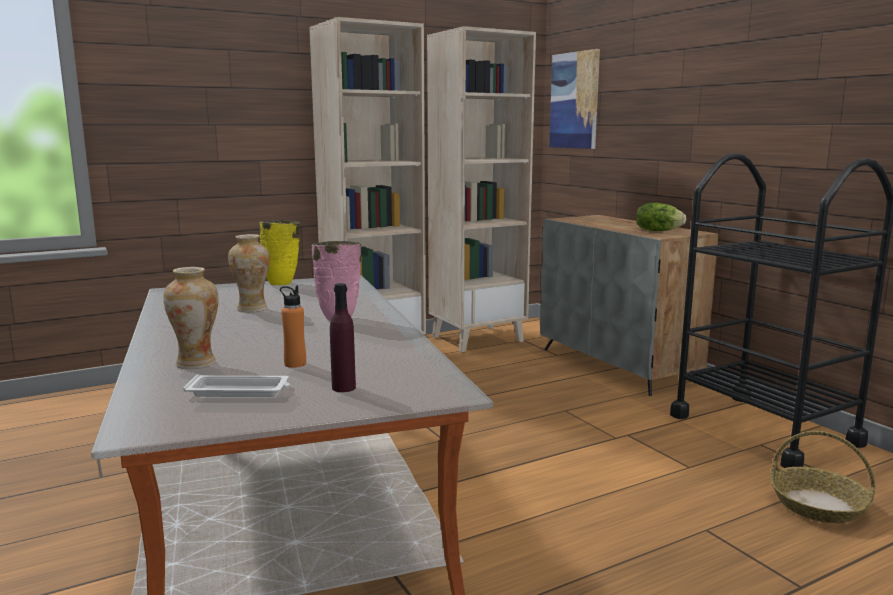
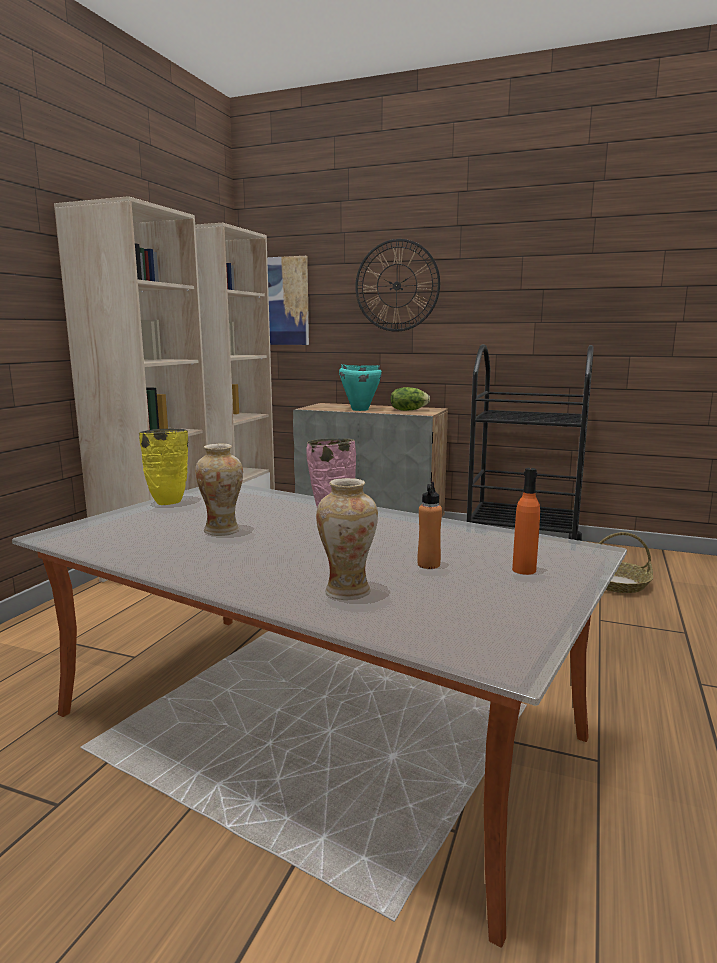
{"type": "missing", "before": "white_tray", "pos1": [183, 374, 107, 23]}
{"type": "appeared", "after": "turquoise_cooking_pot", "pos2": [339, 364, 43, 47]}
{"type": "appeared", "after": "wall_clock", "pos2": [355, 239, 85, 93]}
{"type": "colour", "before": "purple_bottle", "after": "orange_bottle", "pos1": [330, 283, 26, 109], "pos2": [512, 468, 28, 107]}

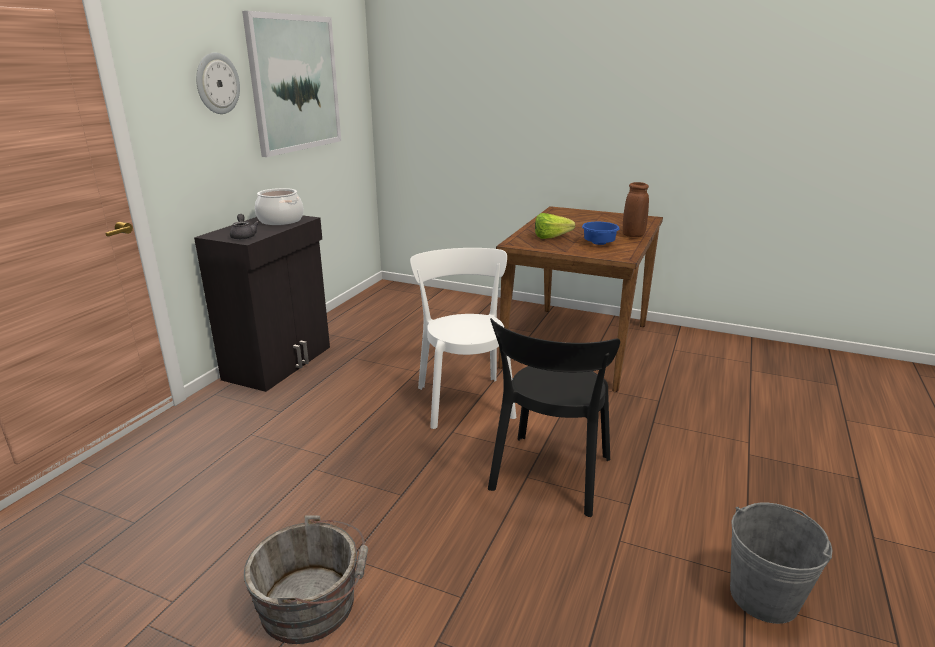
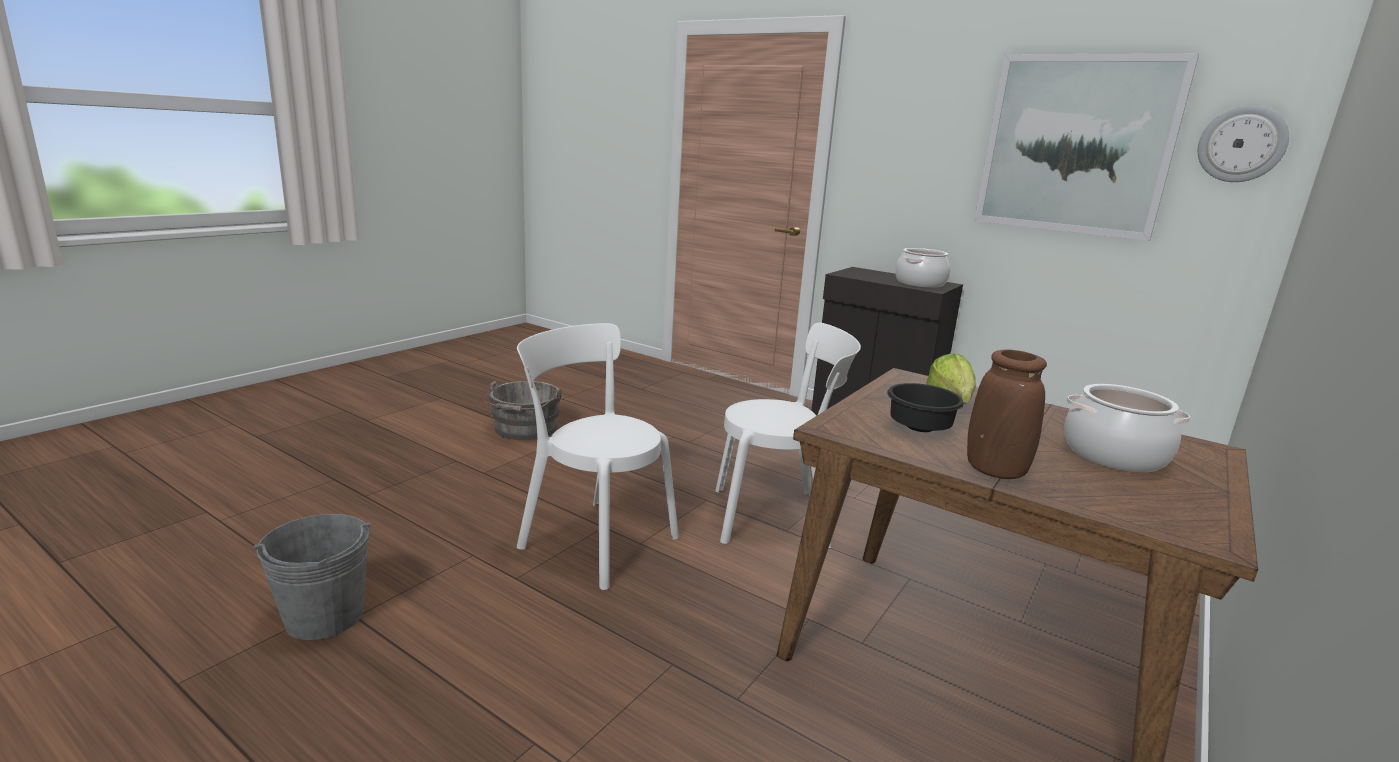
{"type": "missing", "before": "grey_teapot", "pos1": [230, 214, 29, 26]}
{"type": "appeared", "after": "cooking_pot", "pos2": [1064, 384, 126, 88]}
{"type": "relocated", "before": "wall_clock", "pos1": [196, 52, 44, 62], "pos2": [1198, 105, 91, 77]}
{"type": "colour", "before": "black_chair", "after": "white_chair", "pos1": [488, 318, 132, 199], "pos2": [517, 323, 162, 267]}
{"type": "colour", "before": "blue_bowl", "after": "black_bowl", "pos1": [582, 222, 38, 23], "pos2": [887, 383, 77, 49]}

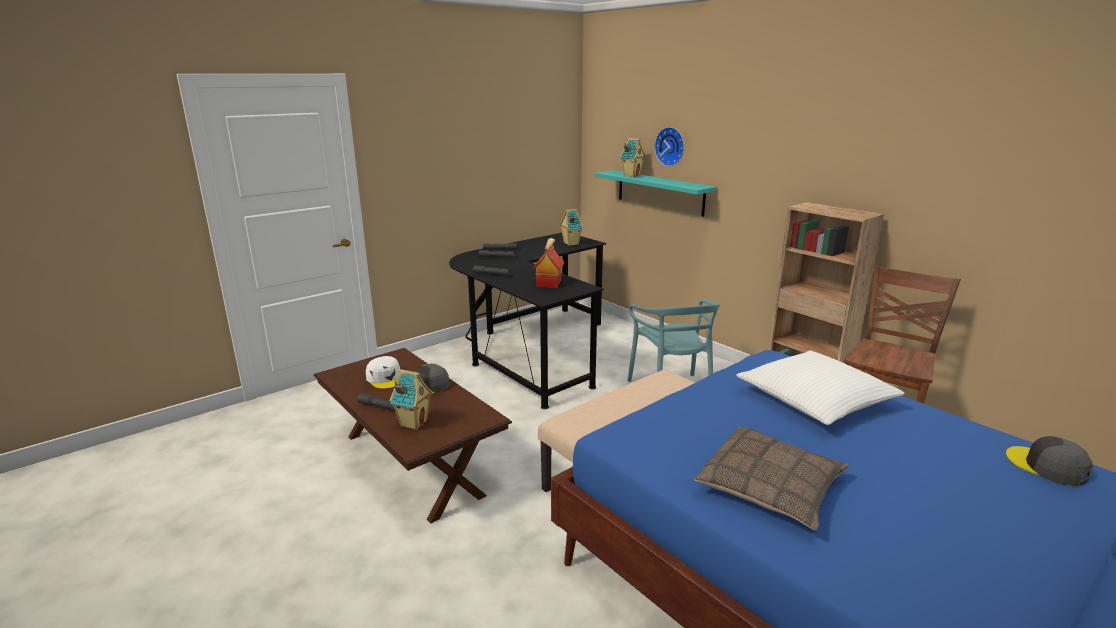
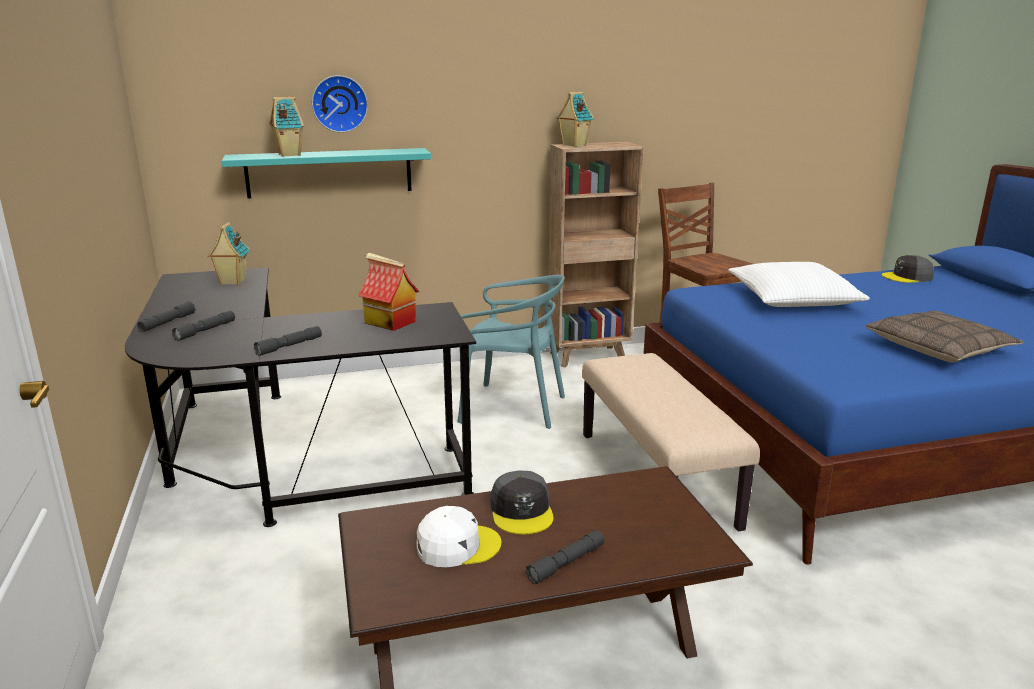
{"type": "relocated", "before": "toy_house", "pos1": [389, 369, 44, 61], "pos2": [556, 91, 38, 56]}

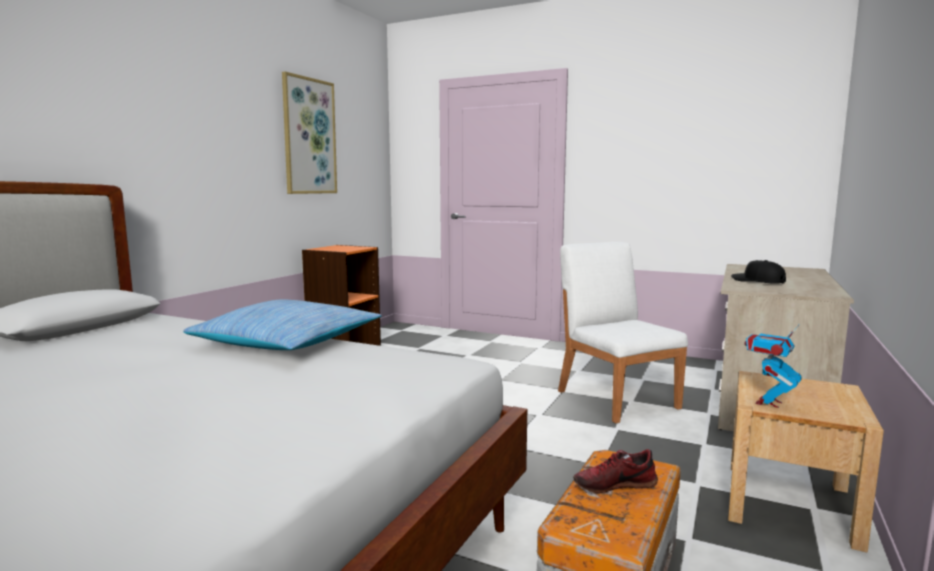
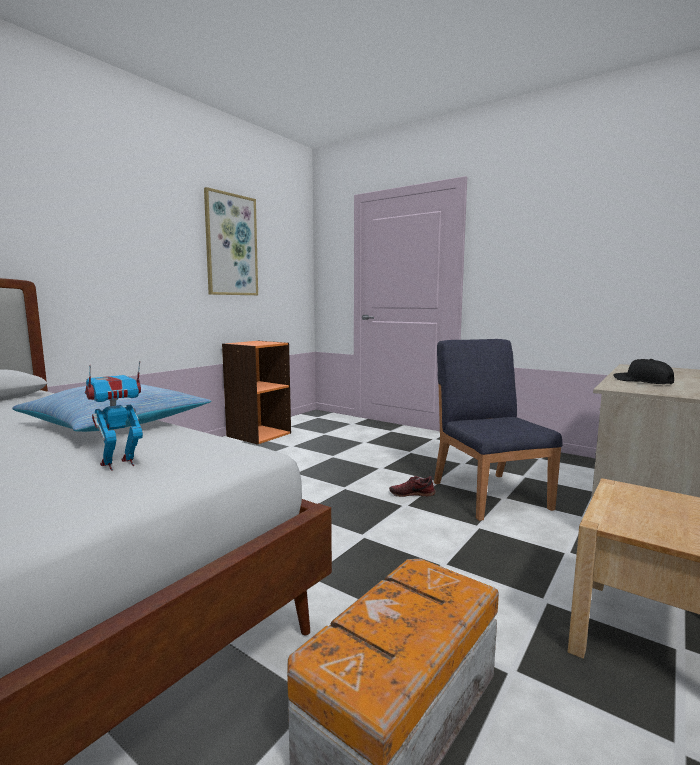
{"type": "relocated", "before": "shoe", "pos1": [573, 449, 85, 45], "pos2": [389, 476, 47, 21]}
{"type": "relocated", "before": "toy_robot", "pos1": [745, 325, 57, 83], "pos2": [85, 361, 58, 110]}
{"type": "colour", "before": "white_chair", "after": "blue_chair", "pos1": [558, 242, 130, 181], "pos2": [434, 339, 129, 182]}

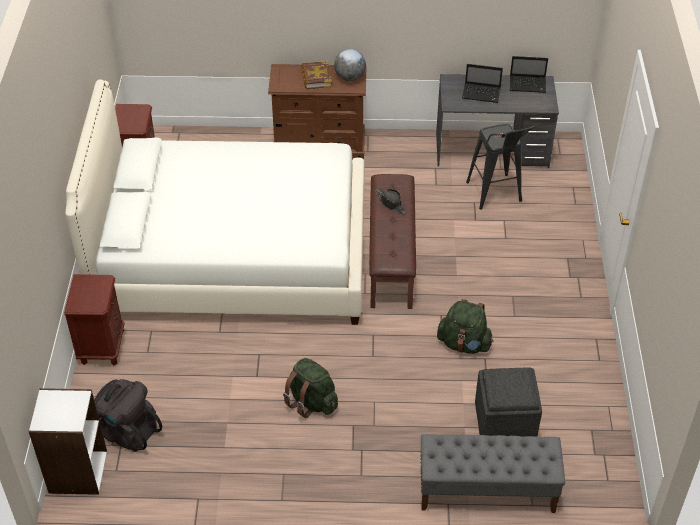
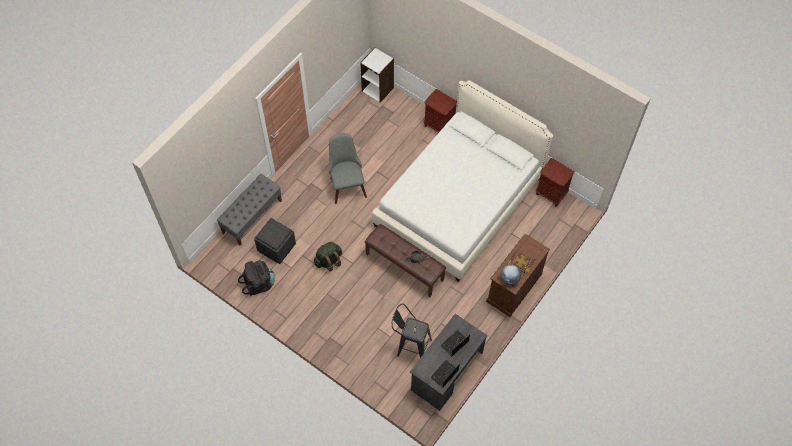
{"type": "relocated", "before": "black_backpack", "pos1": [94, 379, 68, 73], "pos2": [238, 260, 37, 36]}
{"type": "exchanged", "before": "green_backpack", "after": "grey_chair", "pos1": [283, 358, 55, 60], "pos2": [329, 133, 38, 71]}

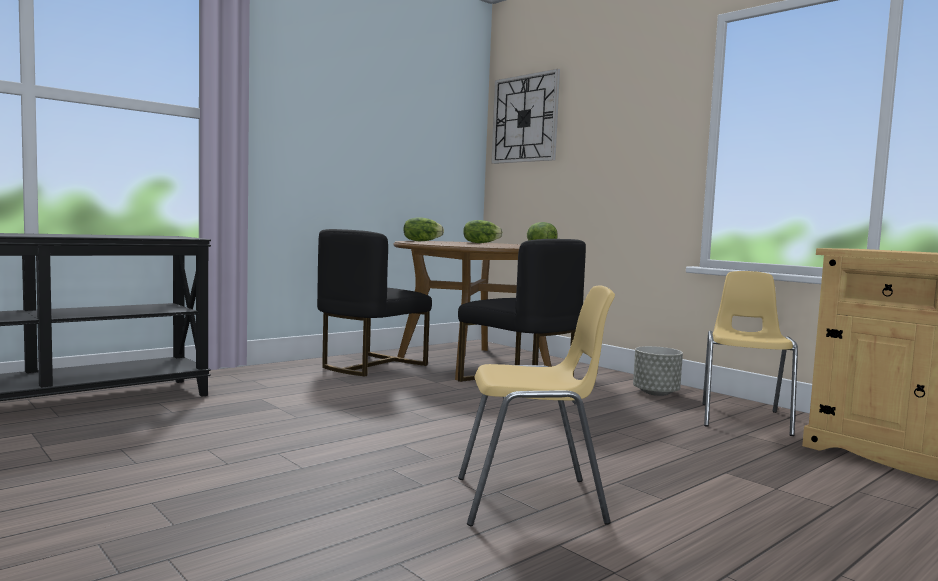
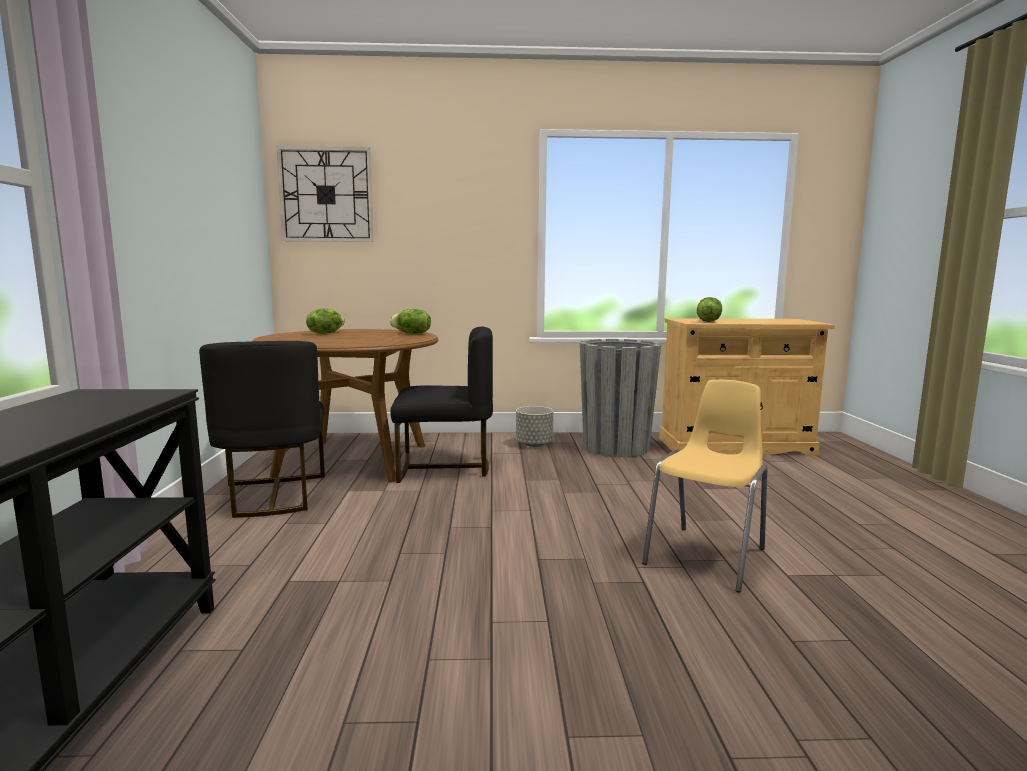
{"type": "relocated", "before": "lettuce", "pos1": [404, 217, 40, 24], "pos2": [697, 297, 25, 25]}
{"type": "exchanged", "before": "yellow_chair", "after": "grey_planter", "pos1": [702, 271, 96, 165], "pos2": [580, 339, 81, 118]}

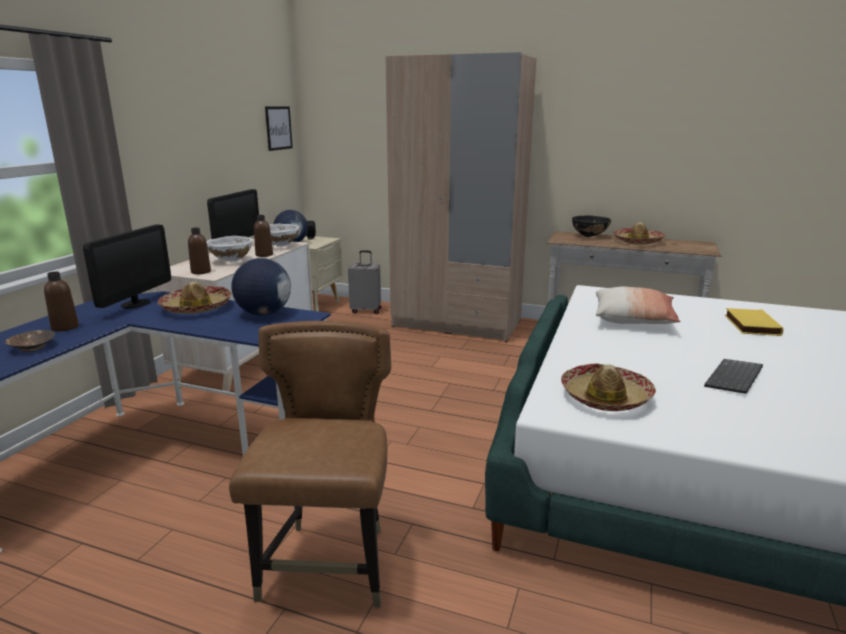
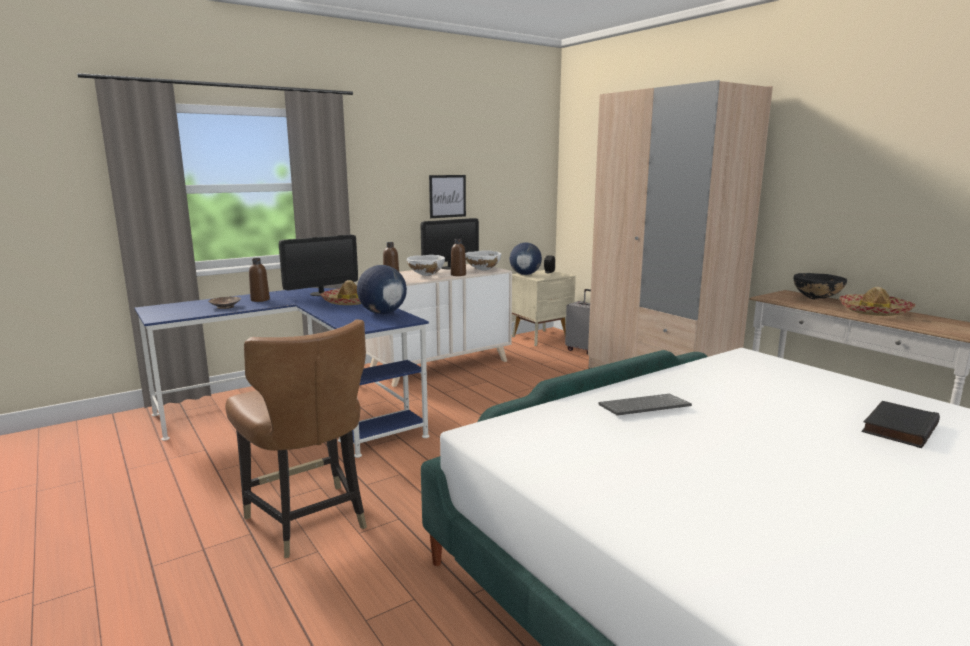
{"type": "missing", "before": "hat", "pos1": [561, 364, 95, 47]}
{"type": "missing", "before": "pillow", "pos1": [596, 287, 84, 37]}
{"type": "relocated", "before": "picture", "pos1": [265, 107, 28, 44], "pos2": [429, 175, 37, 43]}
{"type": "relocated", "before": "keyboard", "pos1": [704, 359, 59, 35], "pos2": [598, 394, 94, 22]}
{"type": "colour", "before": "yellow_book", "after": "black_book", "pos1": [725, 308, 58, 28], "pos2": [862, 401, 78, 47]}
{"type": "spun", "before": "brown_chair", "pos1": [229, 321, 162, 287], "pos2": [225, 319, 142, 239], "turn": 105}

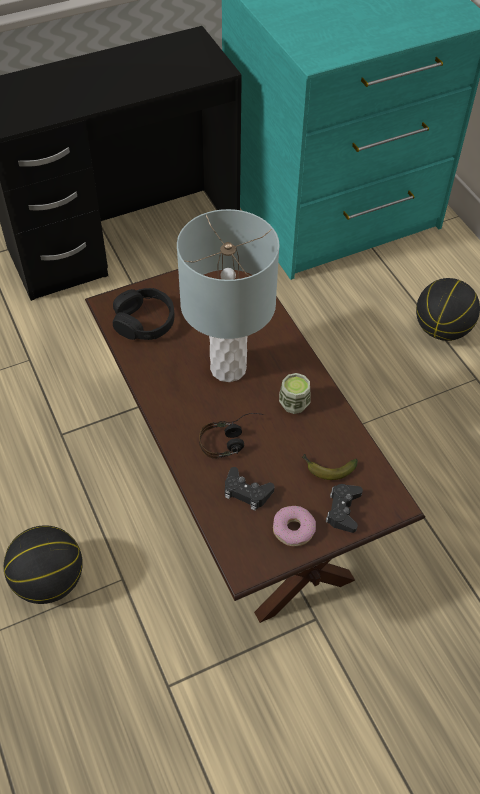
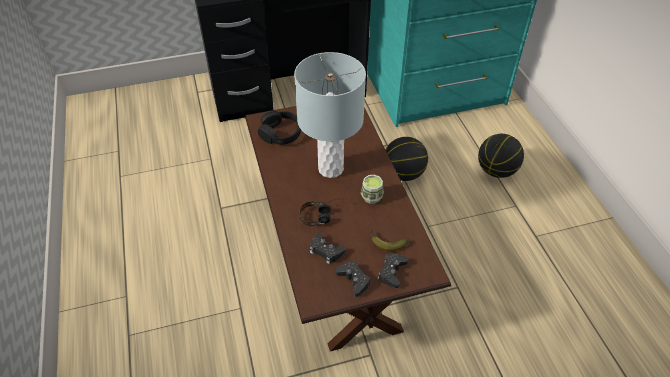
{"type": "relocated", "before": "basketball", "pos1": [4, 525, 79, 79], "pos2": [386, 137, 42, 44]}
{"type": "exchanged", "before": "donut", "after": "black_game_controller", "pos1": [273, 506, 43, 40], "pos2": [335, 261, 35, 36]}

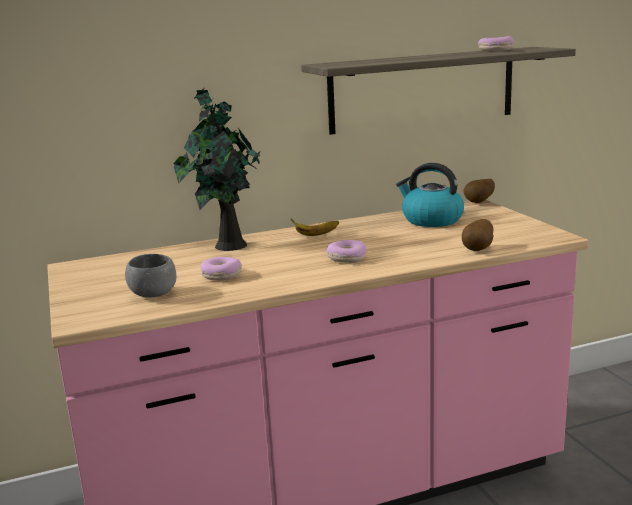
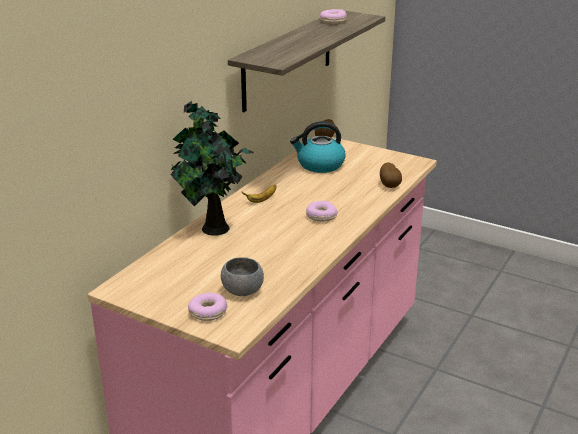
{"type": "relocated", "before": "donut", "pos1": [200, 257, 42, 24], "pos2": [188, 293, 39, 28]}

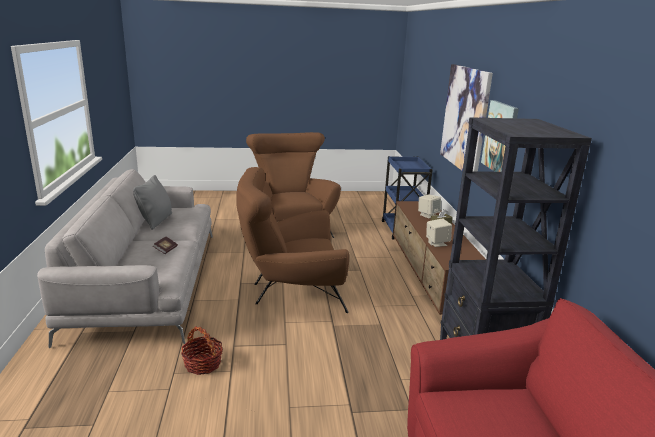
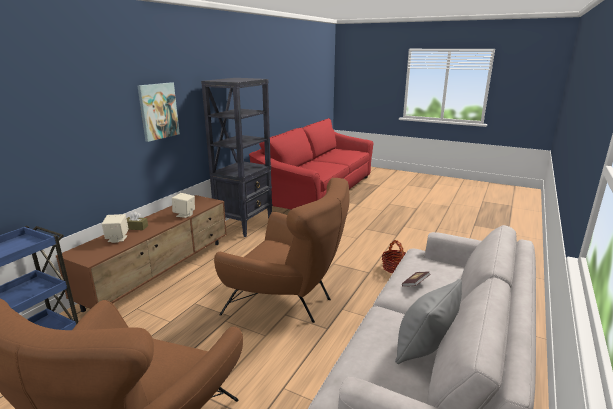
{"type": "missing", "before": "picture", "pos1": [440, 64, 53, 107]}

